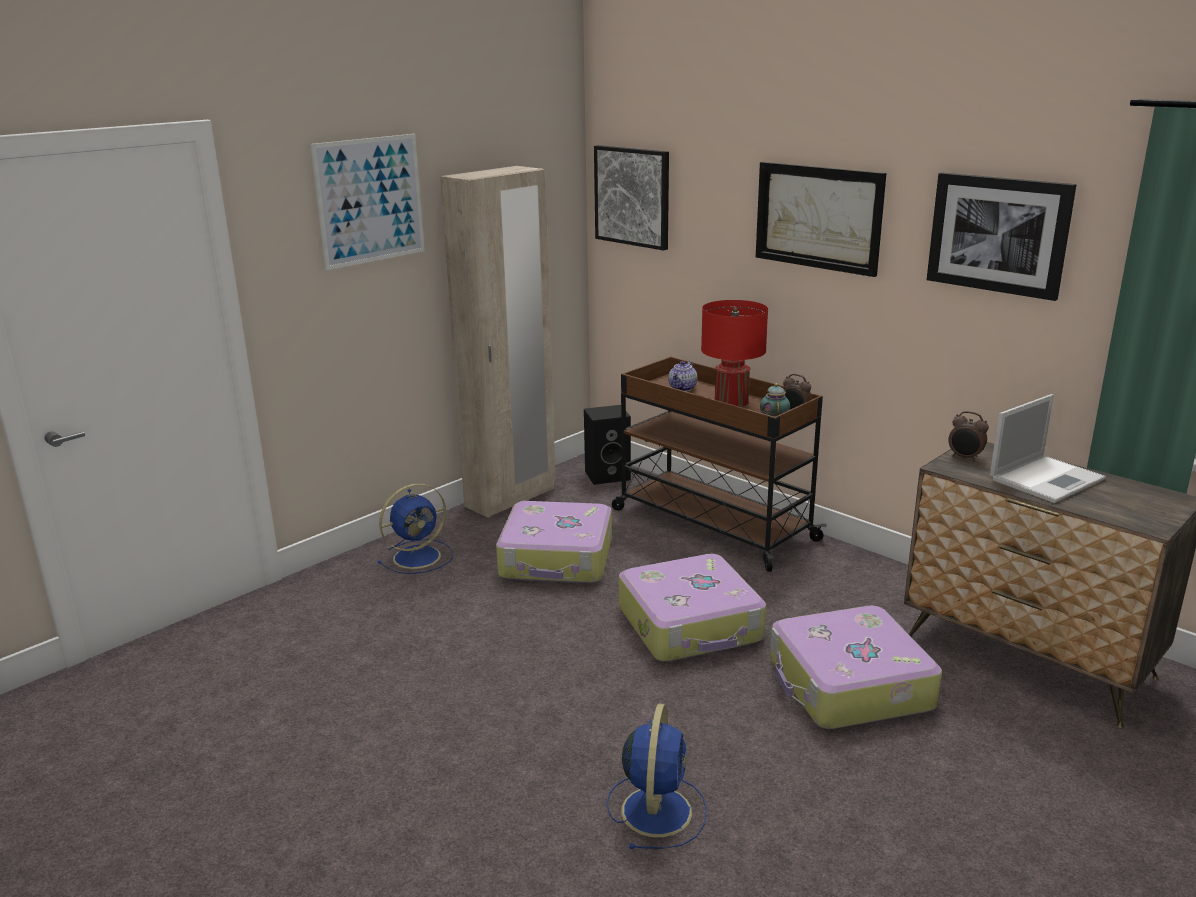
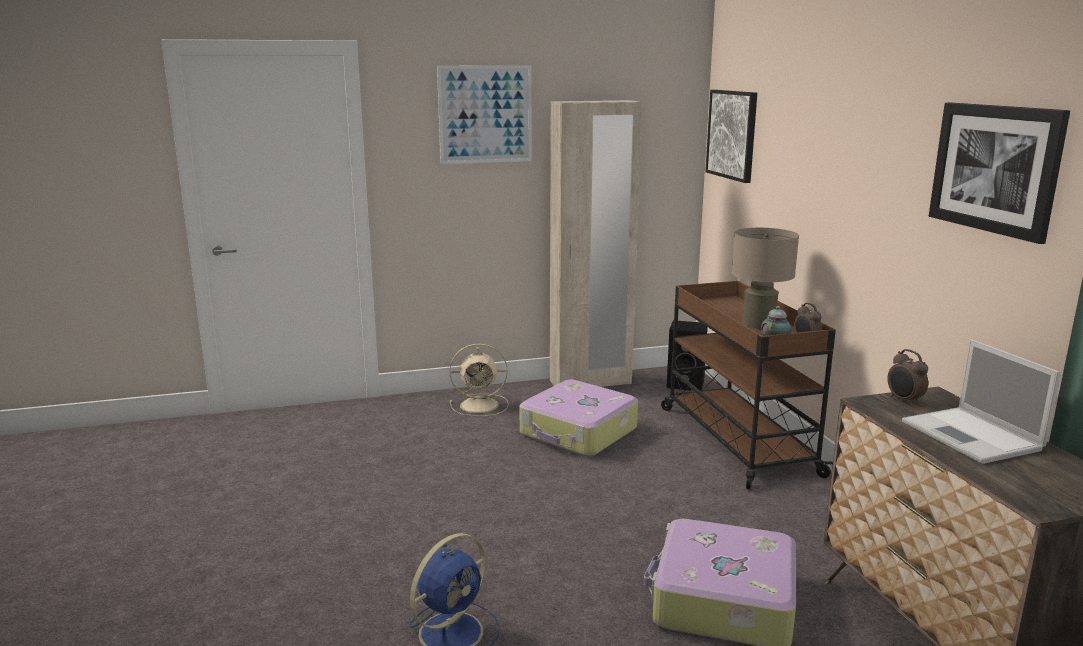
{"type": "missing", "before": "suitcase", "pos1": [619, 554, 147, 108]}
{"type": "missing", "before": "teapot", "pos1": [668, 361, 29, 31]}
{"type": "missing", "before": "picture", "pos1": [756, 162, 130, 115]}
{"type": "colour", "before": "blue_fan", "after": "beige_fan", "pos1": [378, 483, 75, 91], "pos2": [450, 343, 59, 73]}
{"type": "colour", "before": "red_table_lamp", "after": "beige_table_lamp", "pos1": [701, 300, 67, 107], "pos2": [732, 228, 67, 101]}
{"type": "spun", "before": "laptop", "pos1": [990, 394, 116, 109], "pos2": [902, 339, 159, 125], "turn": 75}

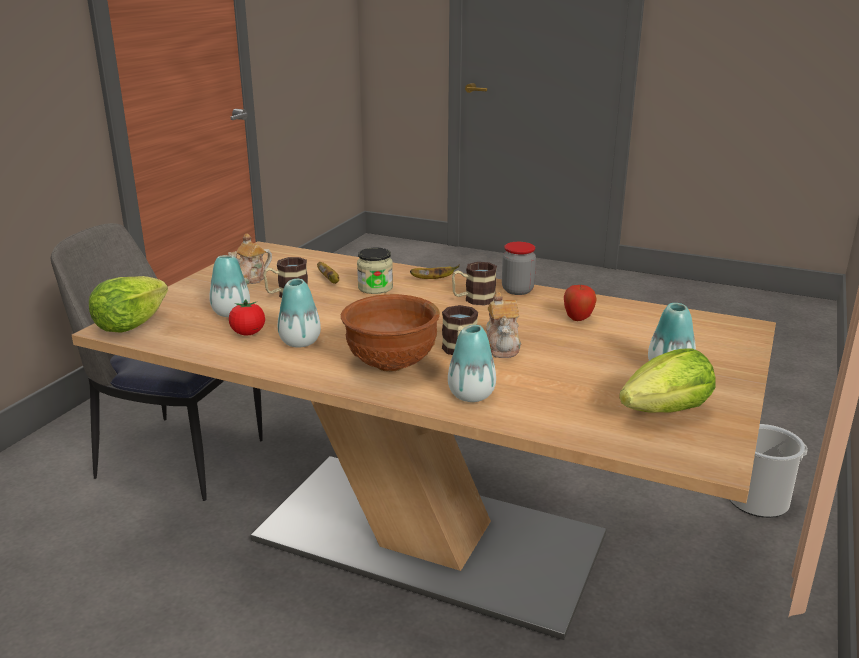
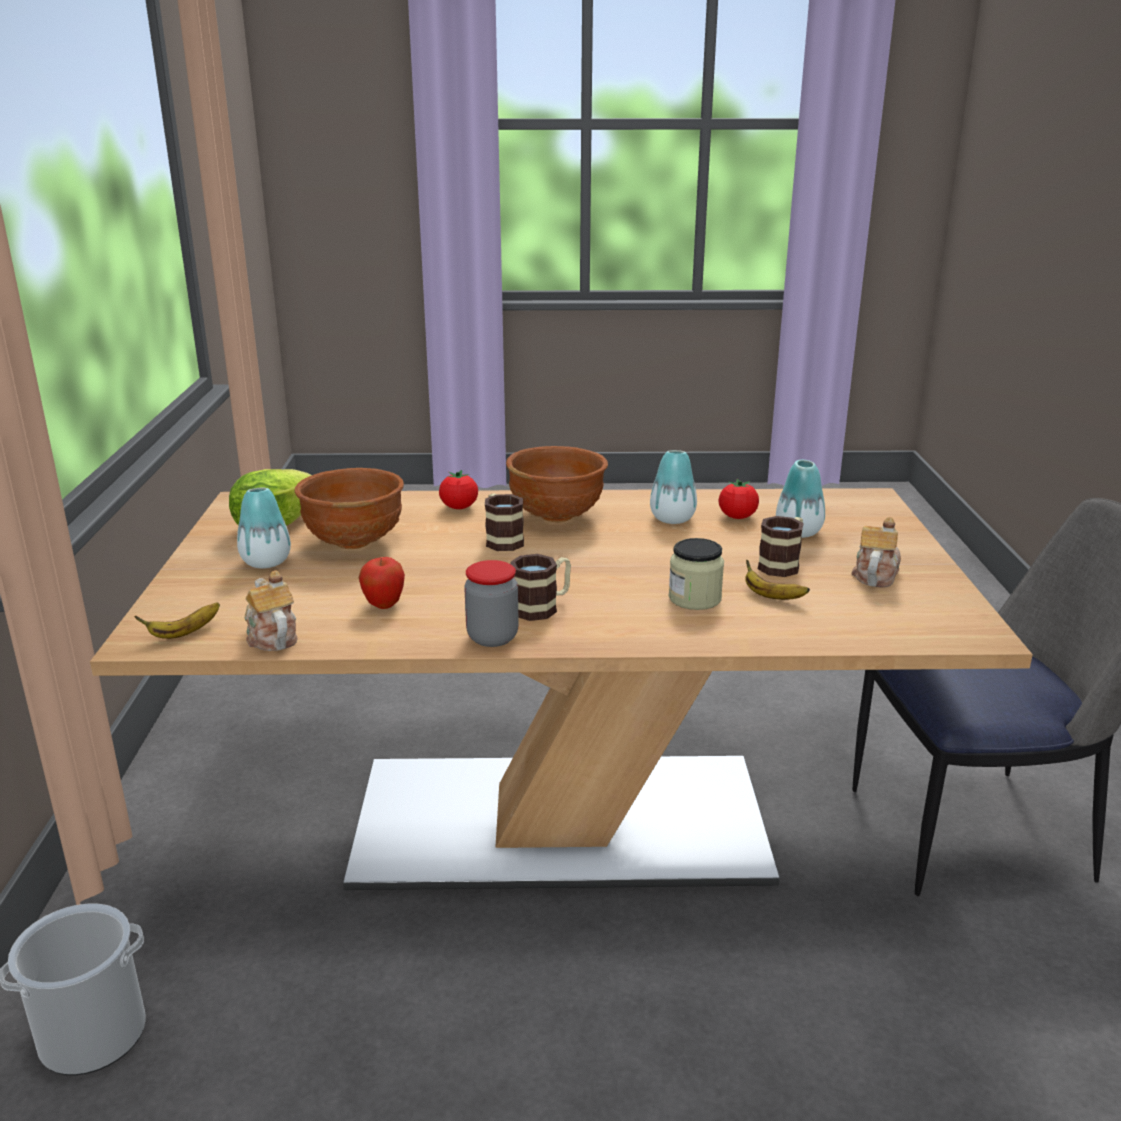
{"type": "missing", "before": "lettuce", "pos1": [89, 276, 79, 57]}
{"type": "appeared", "after": "brown_bowl", "pos2": [295, 468, 109, 81]}
{"type": "relocated", "before": "banana", "pos1": [410, 265, 50, 14], "pos2": [134, 602, 86, 37]}
{"type": "relocated", "before": "teapot", "pos1": [486, 292, 35, 66], "pos2": [245, 570, 52, 81]}
{"type": "exchanged", "before": "vase", "after": "tomato", "pos1": [448, 325, 48, 77], "pos2": [439, 470, 39, 39]}

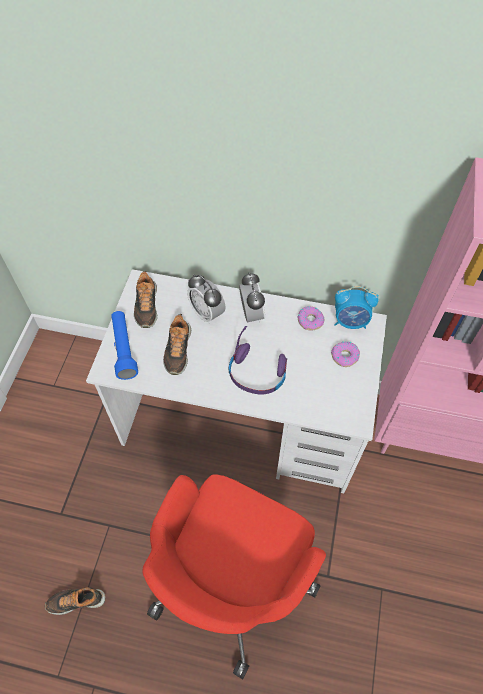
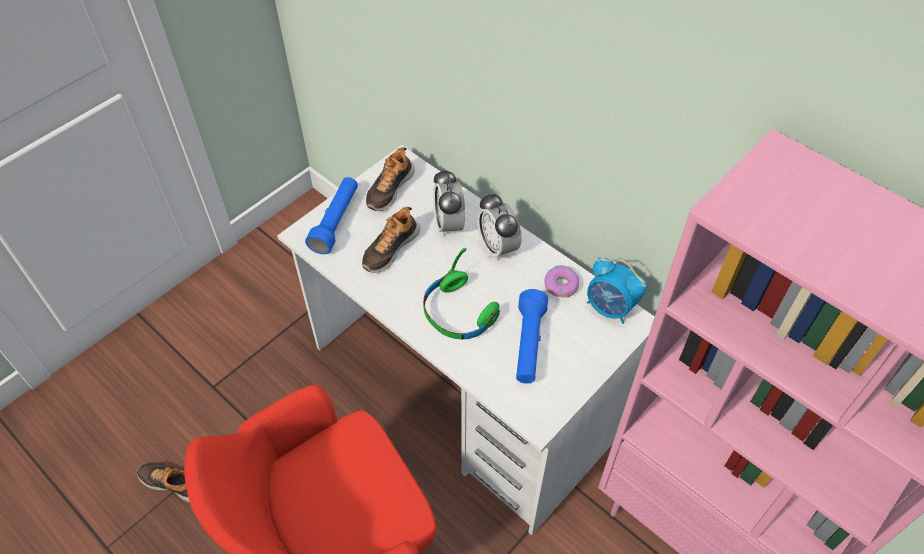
{"type": "missing", "before": "donut", "pos1": [331, 341, 29, 26]}
{"type": "appeared", "after": "blue_flashlight", "pos2": [516, 289, 32, 95]}
{"type": "colour", "before": "purple_headphones", "after": "green_headphones", "pos1": [229, 326, 58, 69], "pos2": [423, 248, 77, 91]}
{"type": "spun", "before": "alarm_clock", "pos1": [239, 272, 26, 51], "pos2": [477, 193, 45, 68], "turn": 135}

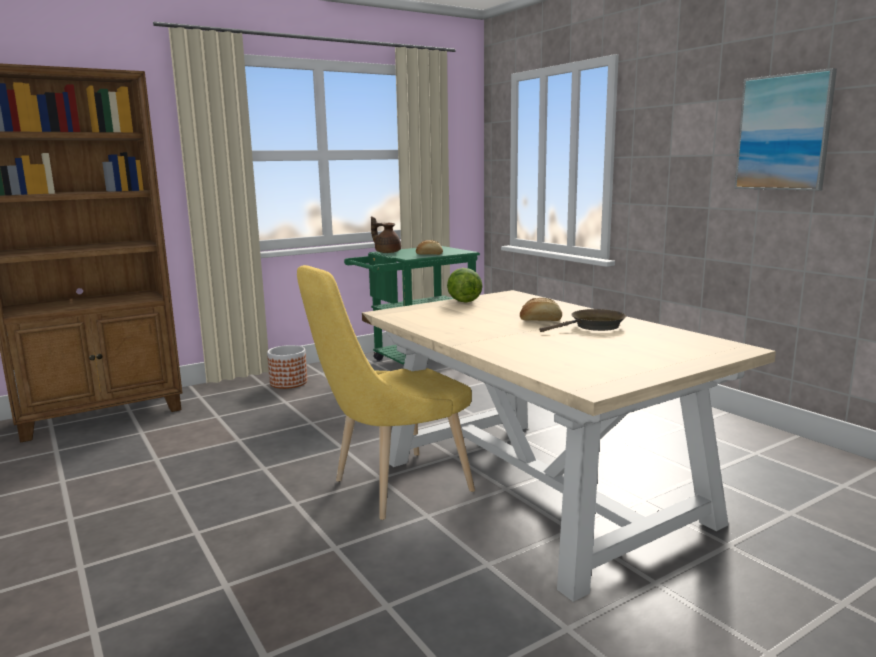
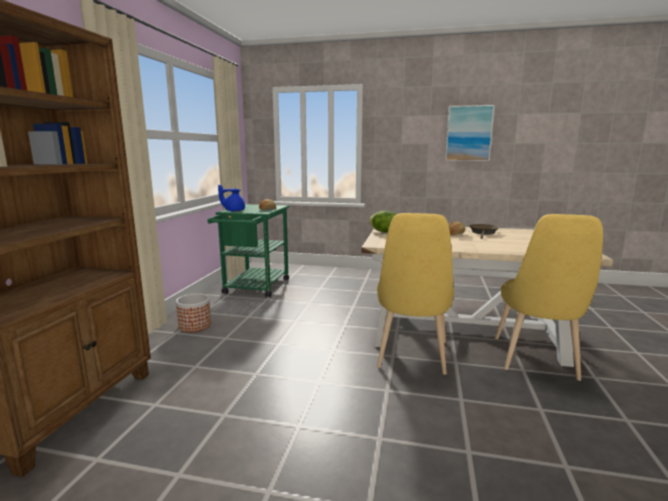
{"type": "appeared", "after": "yellow_chair", "pos2": [495, 214, 108, 167]}
{"type": "colour", "before": "brown_teapot", "after": "blue_teapot", "pos1": [371, 216, 30, 37], "pos2": [218, 184, 27, 27]}

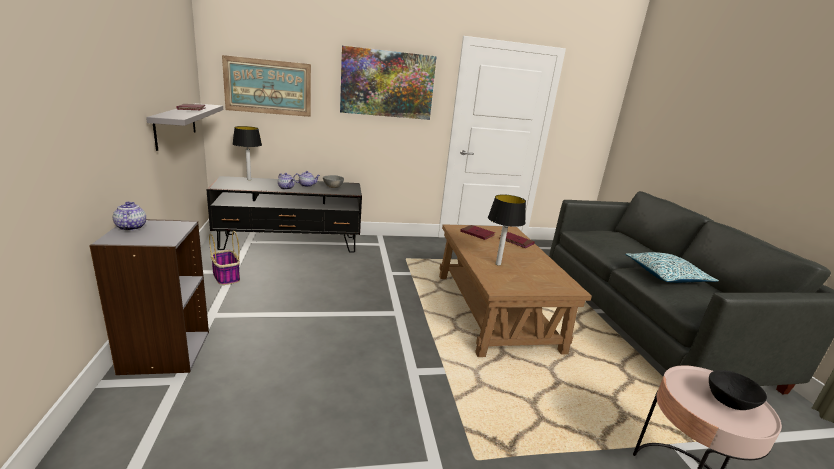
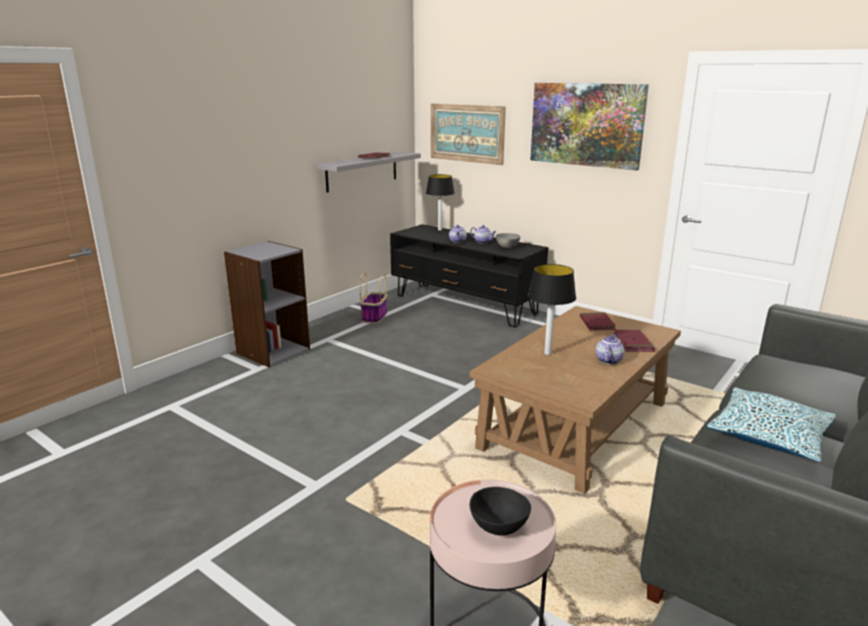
{"type": "relocated", "before": "teapot", "pos1": [113, 202, 33, 29], "pos2": [595, 334, 29, 30]}

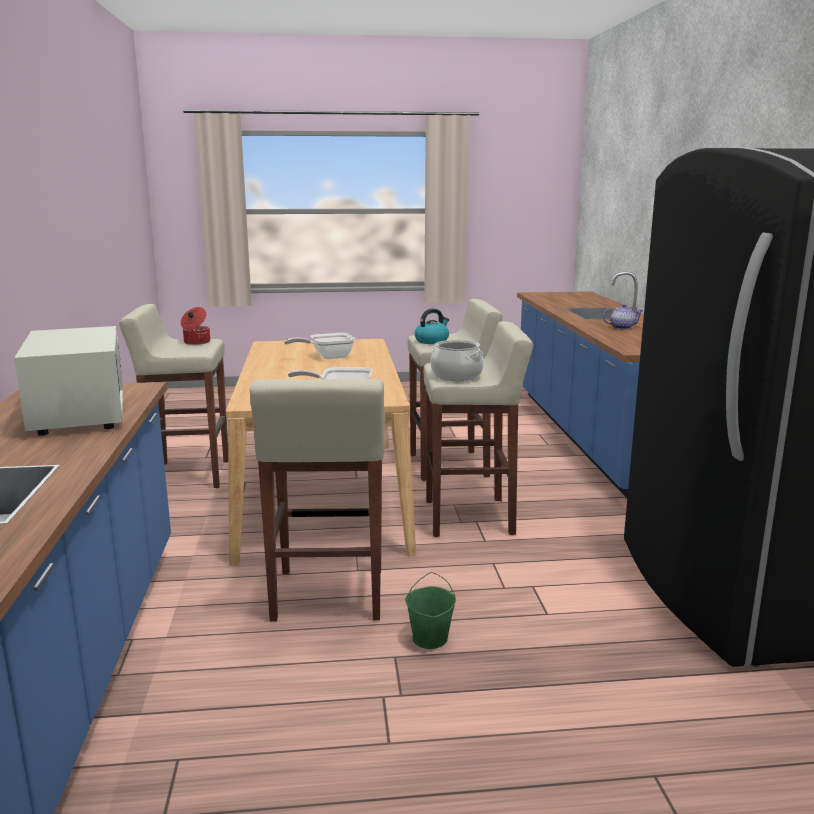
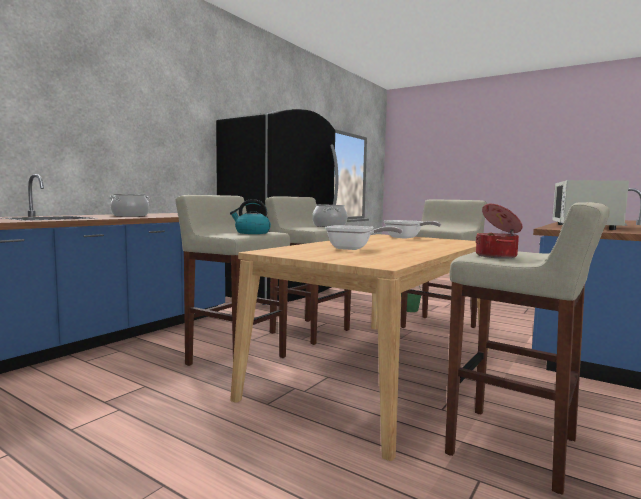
{"type": "exchanged", "before": "teapot", "after": "cooking_pot", "pos1": [603, 304, 41, 26], "pos2": [109, 194, 40, 23]}

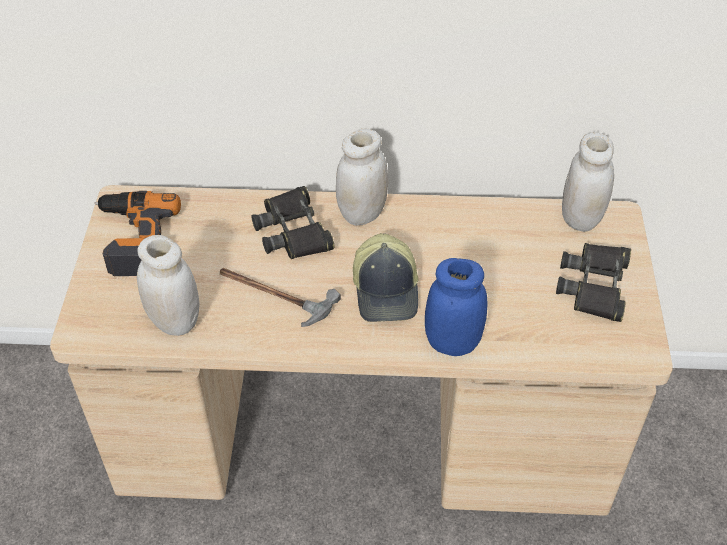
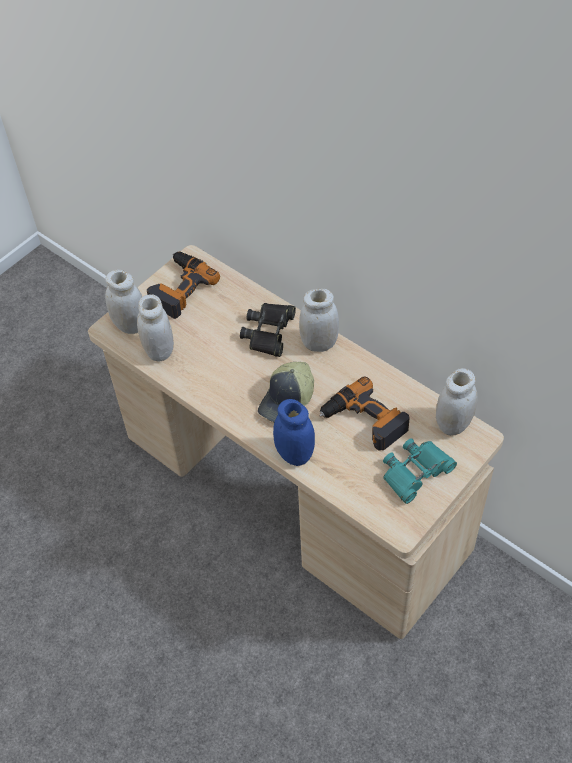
{"type": "missing", "before": "hammer", "pos1": [220, 268, 121, 59]}
{"type": "appeared", "after": "white_jar", "pos2": [105, 270, 37, 64]}
{"type": "appeared", "after": "power_drill", "pos2": [319, 376, 91, 75]}
{"type": "colour", "before": "black_binoculars", "after": "turquoise_binoculars", "pos1": [556, 243, 75, 79], "pos2": [383, 438, 74, 66]}

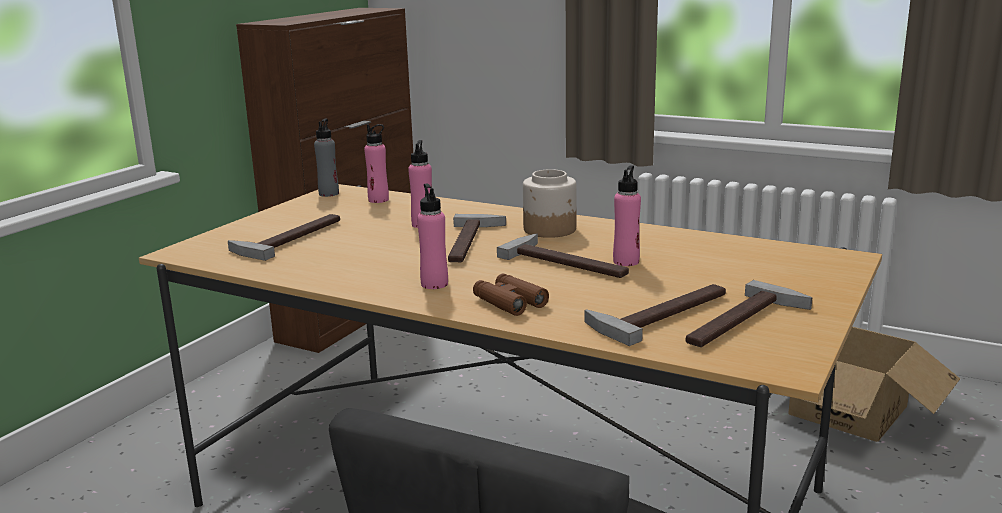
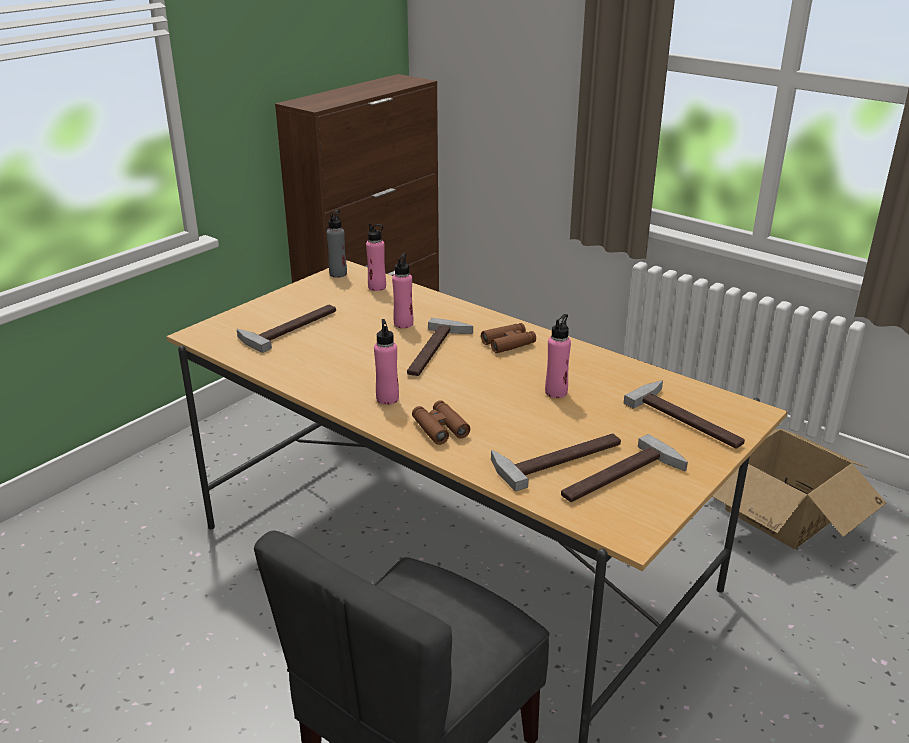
{"type": "relocated", "before": "hammer", "pos1": [497, 233, 132, 45], "pos2": [624, 380, 121, 69]}
{"type": "exchanged", "before": "jar", "after": "brown_binoculars", "pos1": [523, 169, 54, 69], "pos2": [481, 323, 55, 30]}

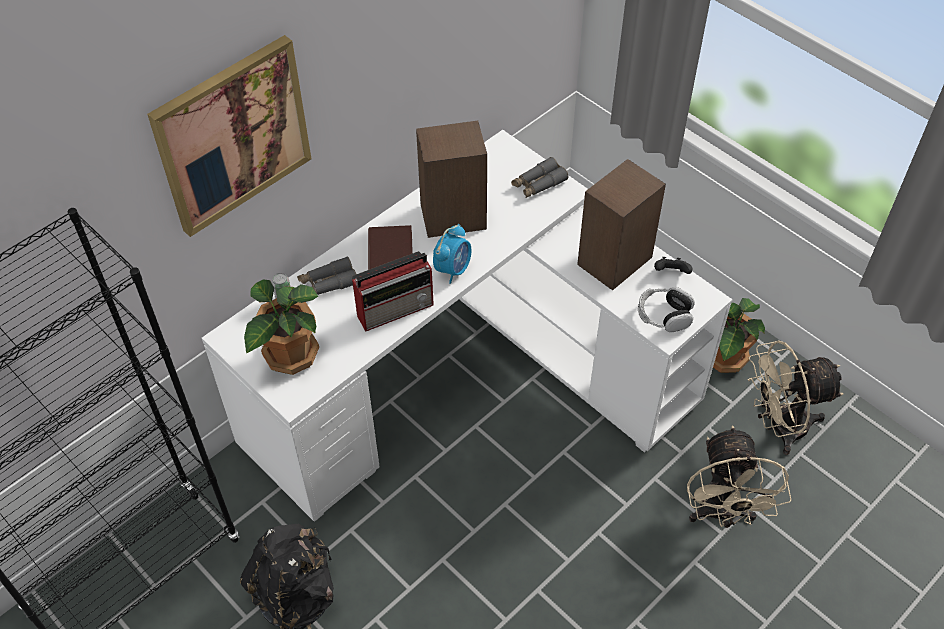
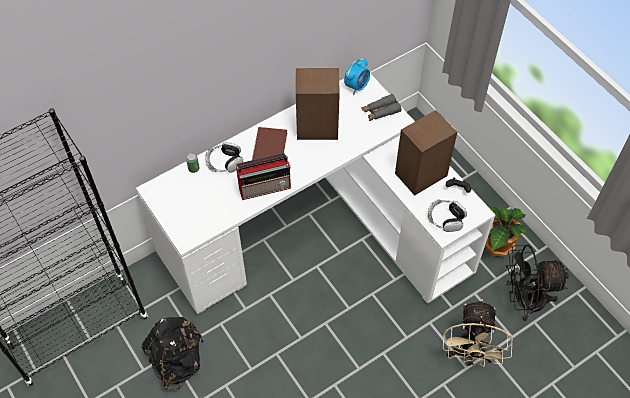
{"type": "missing", "before": "picture", "pos1": [147, 35, 164, 202]}
{"type": "missing", "before": "potted_plant", "pos1": [244, 279, 75, 96]}
{"type": "relocated", "before": "alarm_clock", "pos1": [433, 224, 38, 60], "pos2": [344, 58, 26, 37]}
{"type": "exchanged", "before": "grey_binoculars", "after": "headphones", "pos1": [297, 256, 59, 39], "pos2": [205, 142, 38, 31]}
{"type": "colour", "before": "beige_fan", "after": "black_fan", "pos1": [748, 340, 96, 115], "pos2": [506, 244, 63, 77]}

